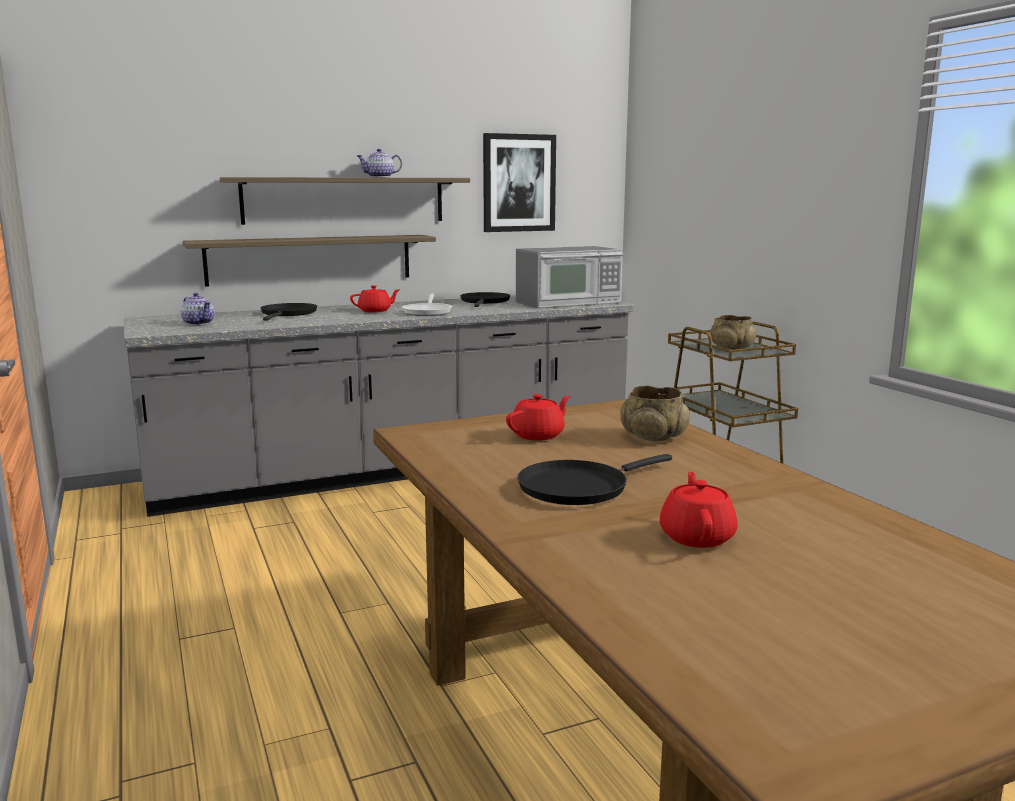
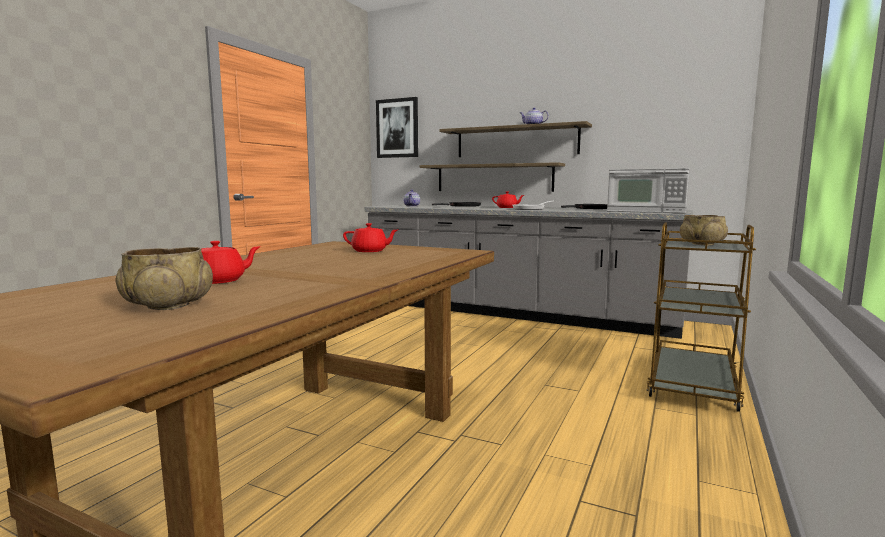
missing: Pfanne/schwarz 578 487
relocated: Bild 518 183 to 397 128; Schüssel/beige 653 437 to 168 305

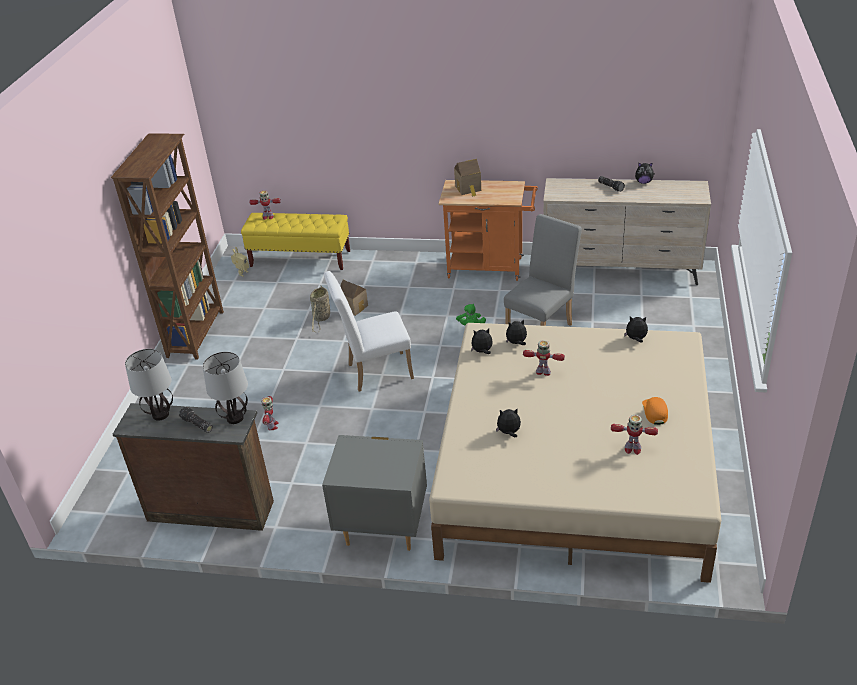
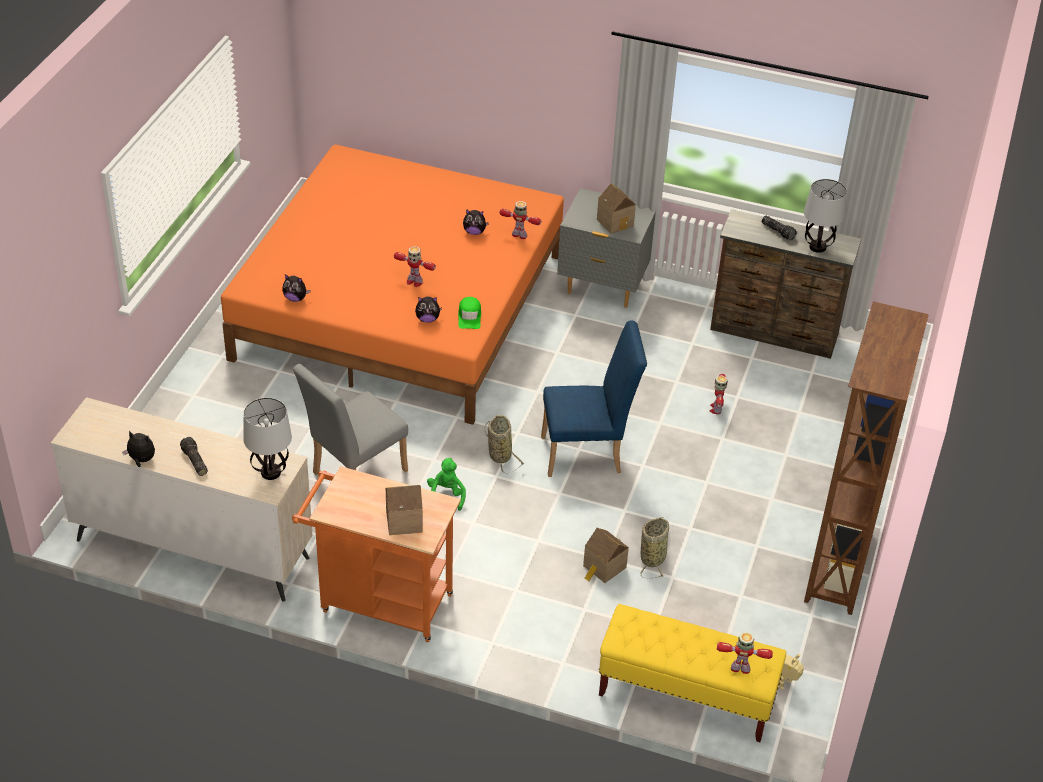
missing: Kappe/orange 655 412
appeared: Korb 499 454; Spielzeughaus 616 222
relocated: Tischlampe 235 418 to 270 472; Spielzeugroboter 632 449 to 520 235
exchanged: Plüschtier 482 351 to Kappe/grün 469 316
colour: Stuhl/weiß 374 372 to Stuhl/blau 588 454; Bett/beige 574 466 to Bett/orange 400 307

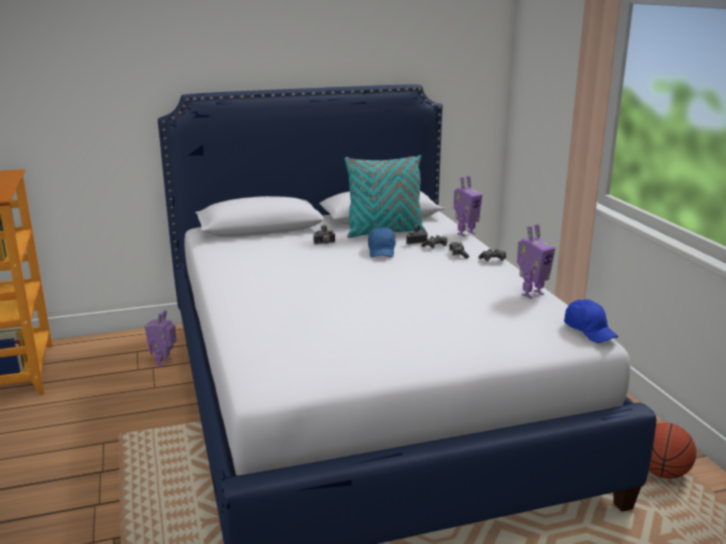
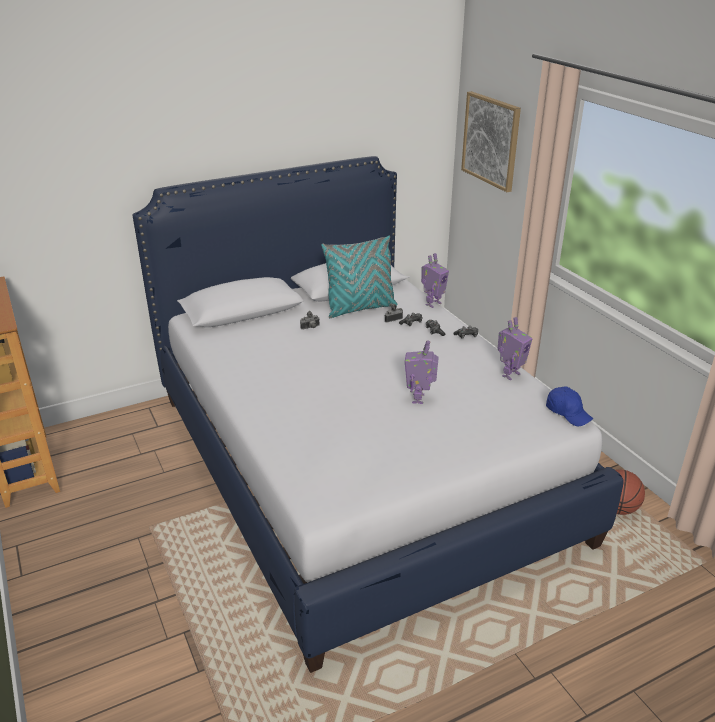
missing: Kappe/blau 381 251
appeared: Bild 491 140
relocated: Spielzeugroboter 164 362 to 419 398

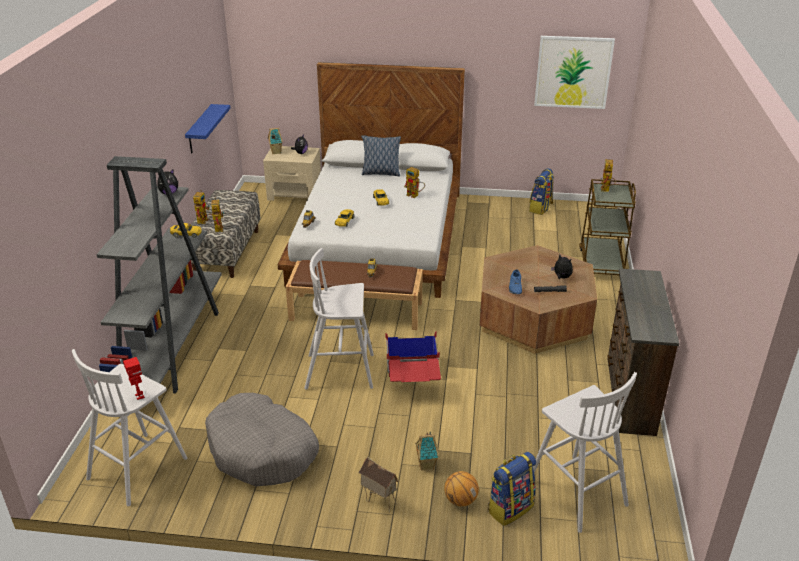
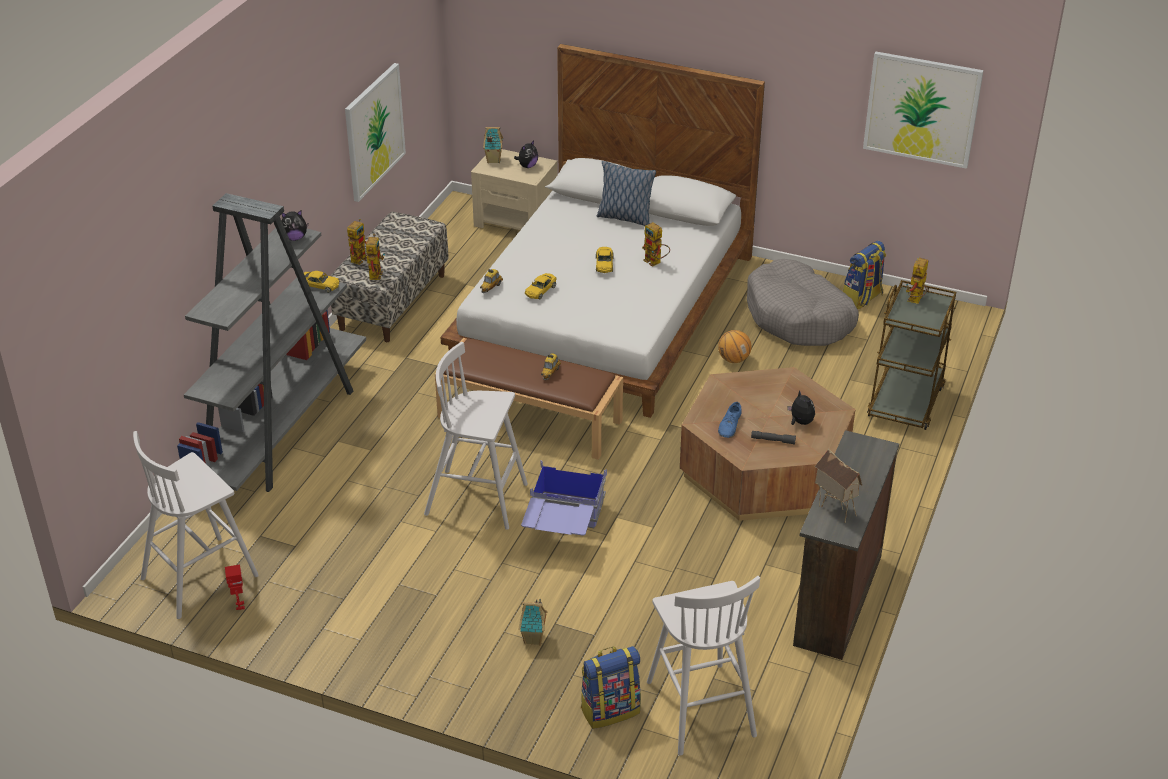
relocated: Spielzeugroboter 139 396 to 239 606; Hundebett/grau 262 451 to 799 317; Spielzeughaus 379 502 to 834 509; Basketball 460 500 to 733 359
exchanged: Wandregal/blau 199 129 to Bild 374 131
colour: Aufbewahrungsbox/rot 412 380 to Aufbewahrungsbox/blau 563 527

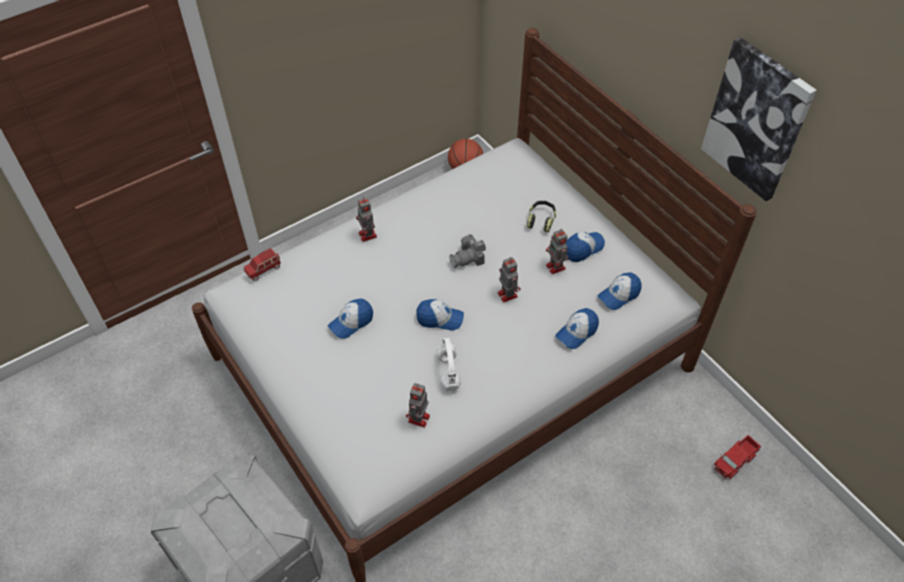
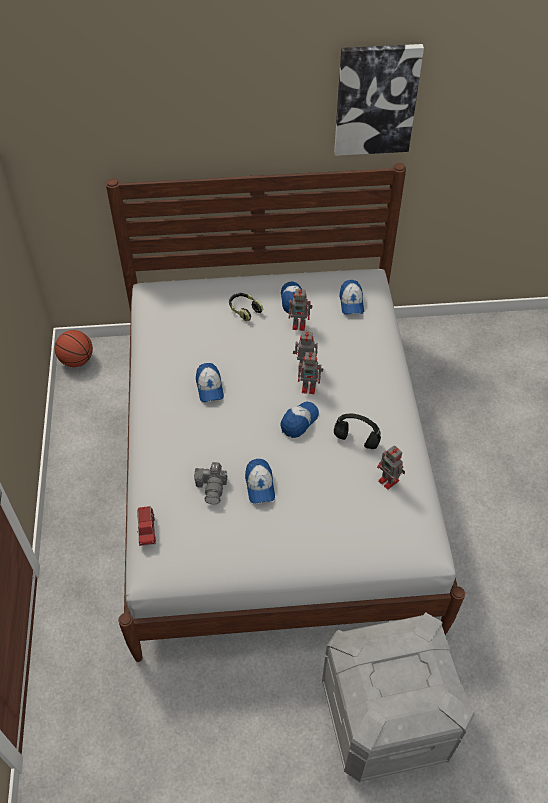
missing: Spielzeuglaster 735 460
relocated: Spielzeugroboter 368 235 to 309 387; Kamera 468 258 to 212 487; Kappe 577 332 to 209 387
colour: Kopfhörer/weiß 448 371 to Kopfhörer/schwarz 355 440

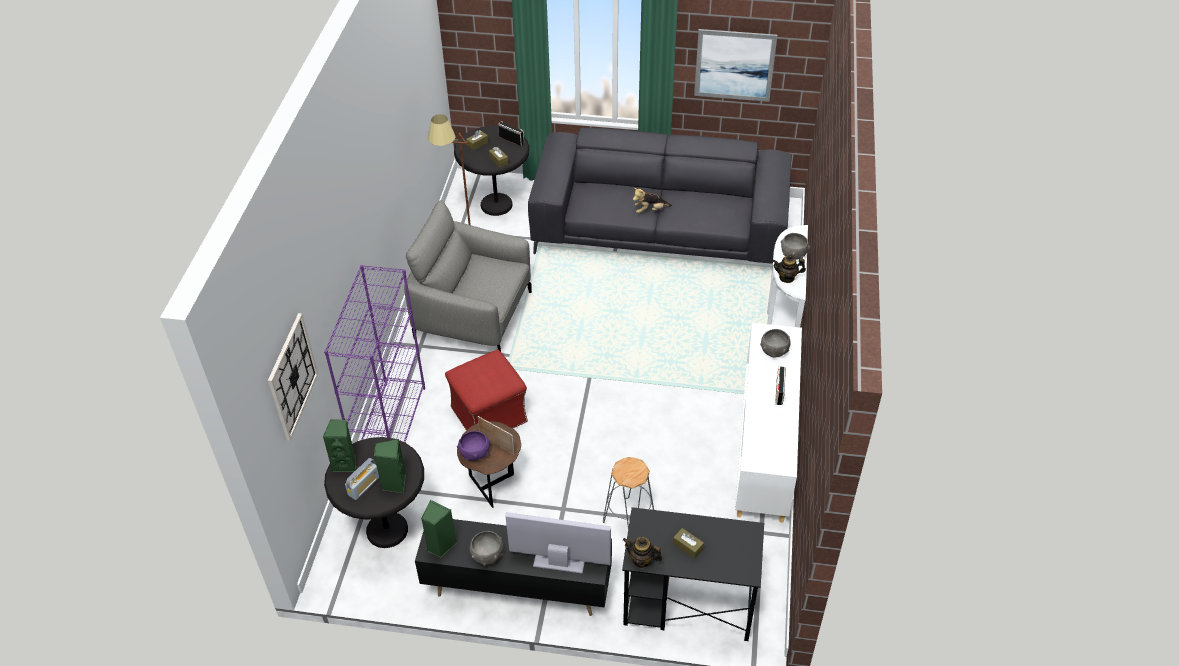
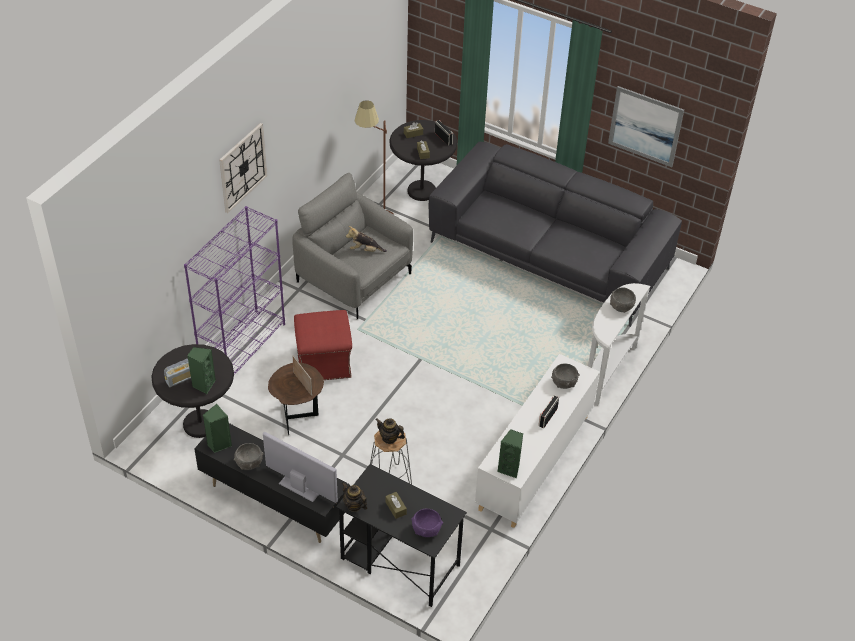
relocated: Wanduhr 292 376 to 242 167; Lautsprecher/grün 346 463 to 510 468; Schüssel/lila 474 453 to 426 530; Plüschtier 650 210 to 365 250; Teekanne 787 277 to 389 438

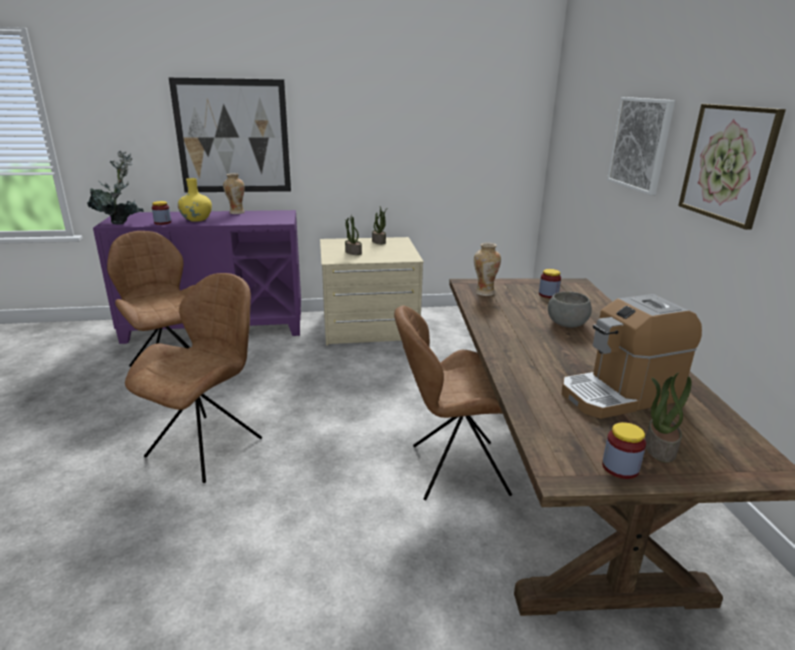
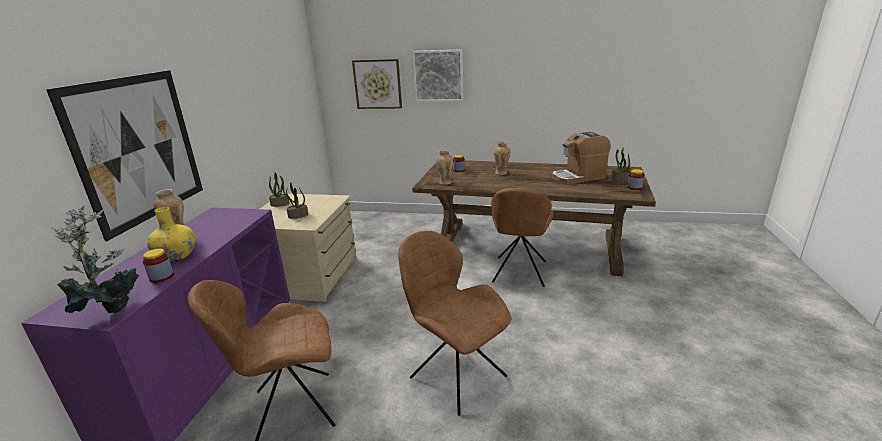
relocated: Bild 728 163 to 377 84
exchanged: Schüssel/grau 567 324 to Vase 501 173
spun: Kaffeemaschine 620 394 = 578 177 75 degrees clockwise

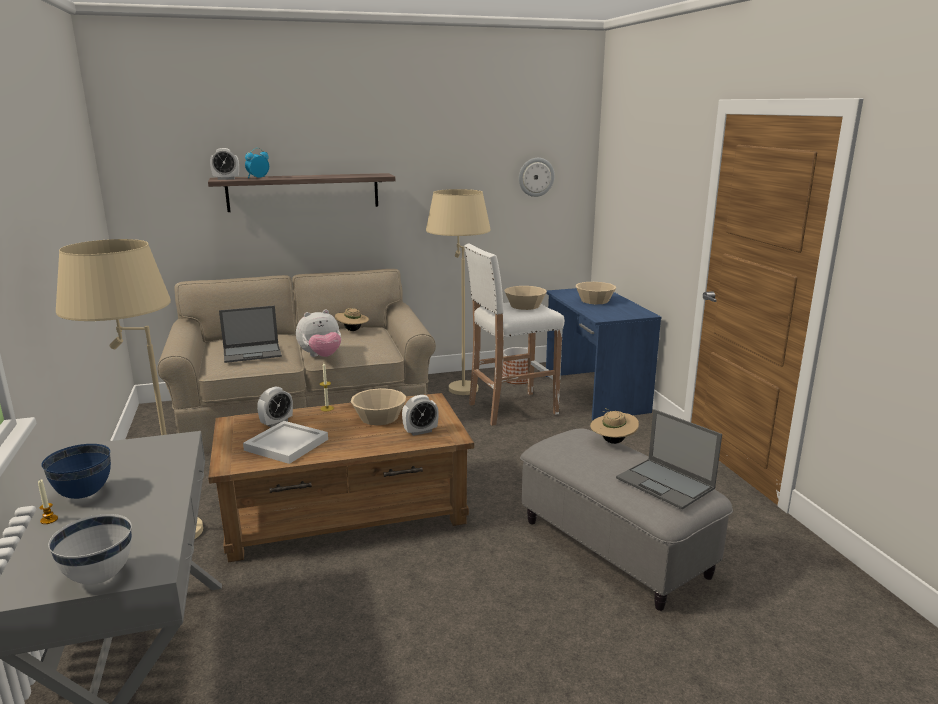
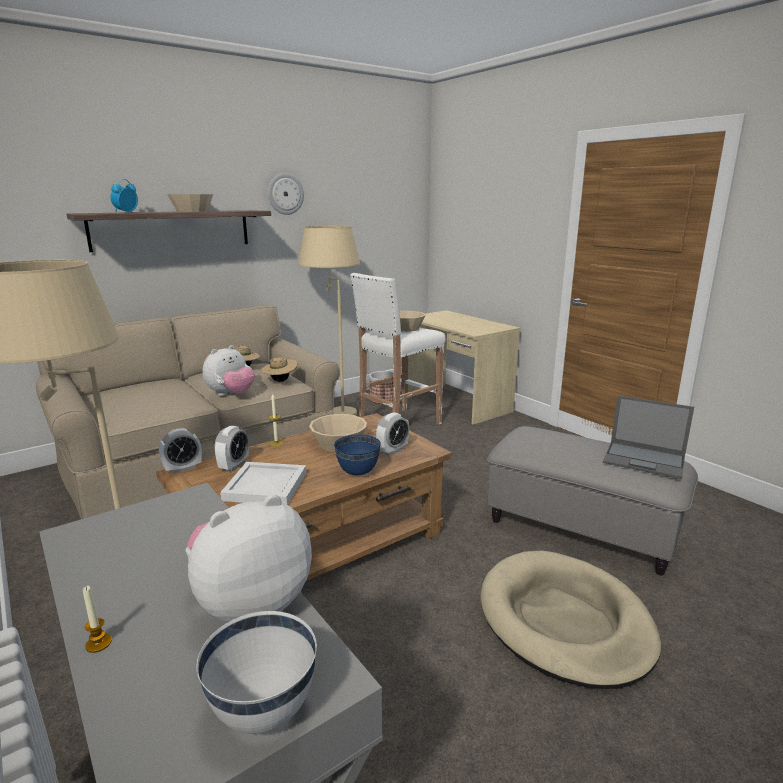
missing: Laptop 253 353
appeared: Plüschtier 251 603; Hundebett/beige 564 621
relocated: Schüssel/blau 84 494 to 358 472; Wecker 226 179 to 183 468; Wanduhr 536 177 to 285 194; Schüssel/beige 594 300 to 192 211; Hut/beige 612 441 to 280 381
colour: Schreibtisch/blau 594 393 to Schreibtisch/beige 456 403

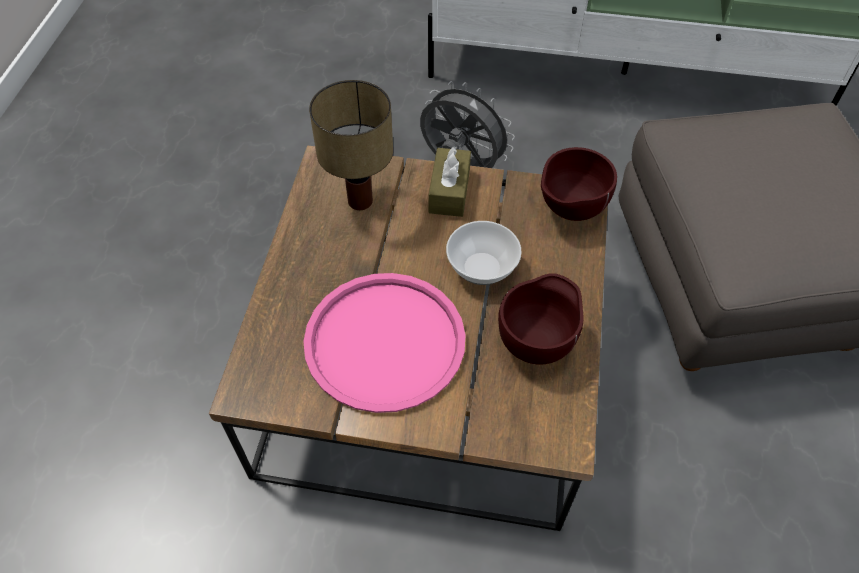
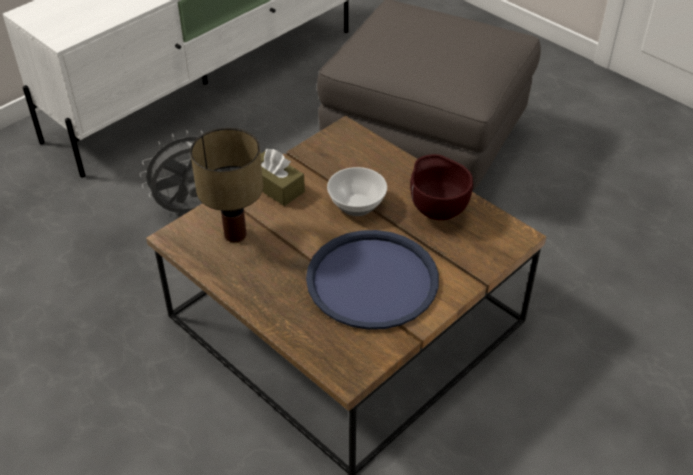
missing: Schüssel/braun 569 212
colour: Tablett/rosa 385 342 to Tablett/blau 372 280

